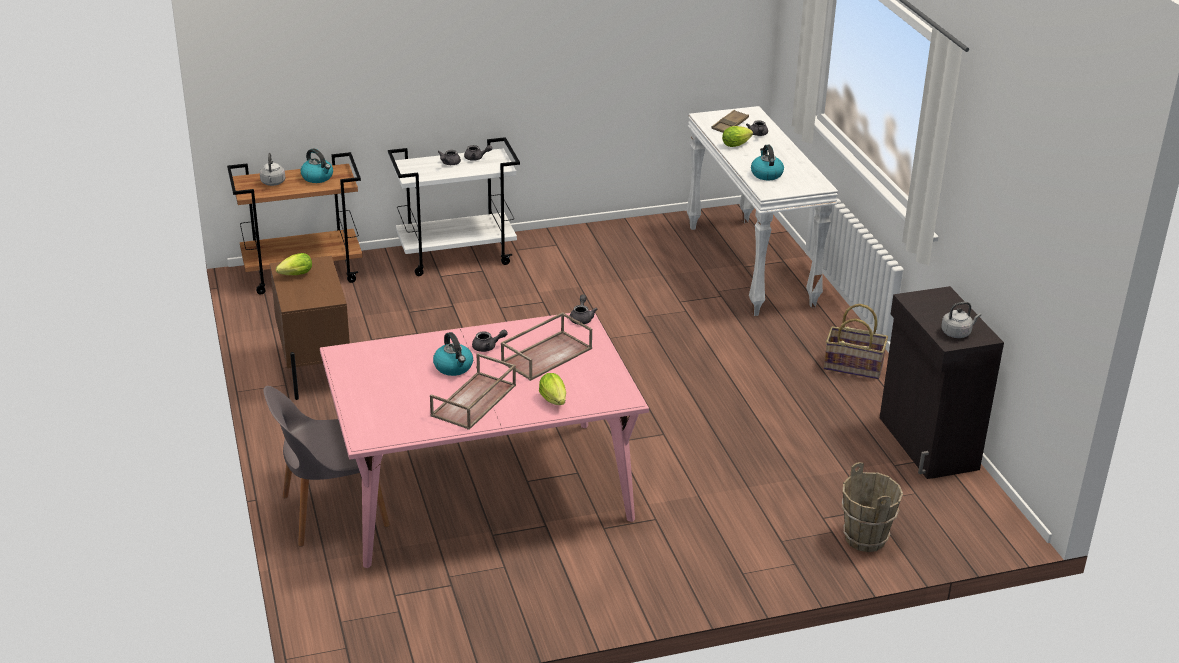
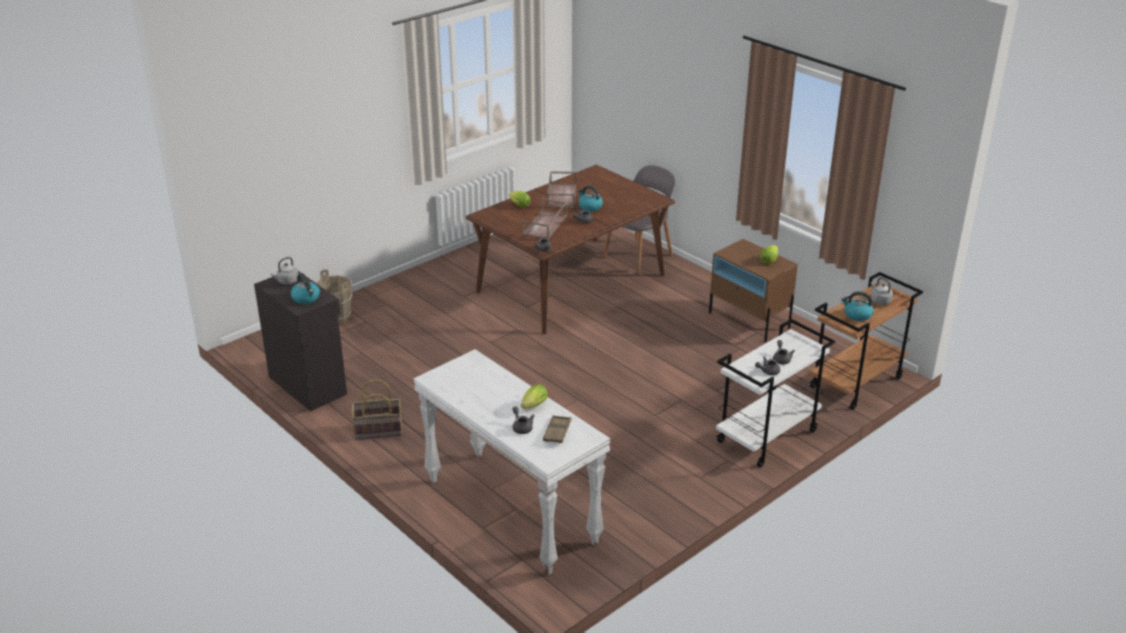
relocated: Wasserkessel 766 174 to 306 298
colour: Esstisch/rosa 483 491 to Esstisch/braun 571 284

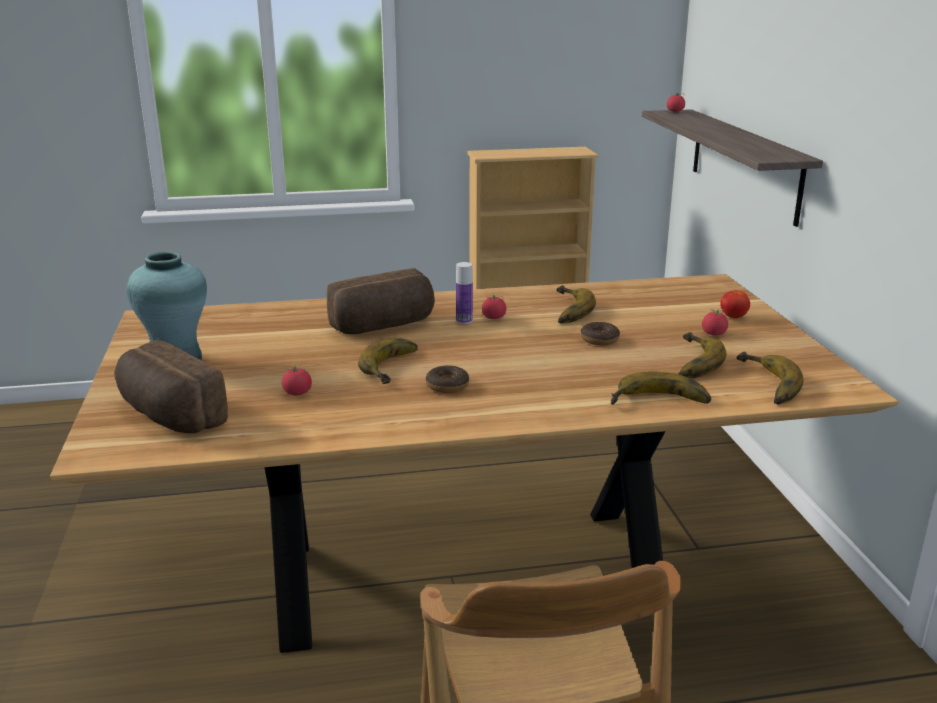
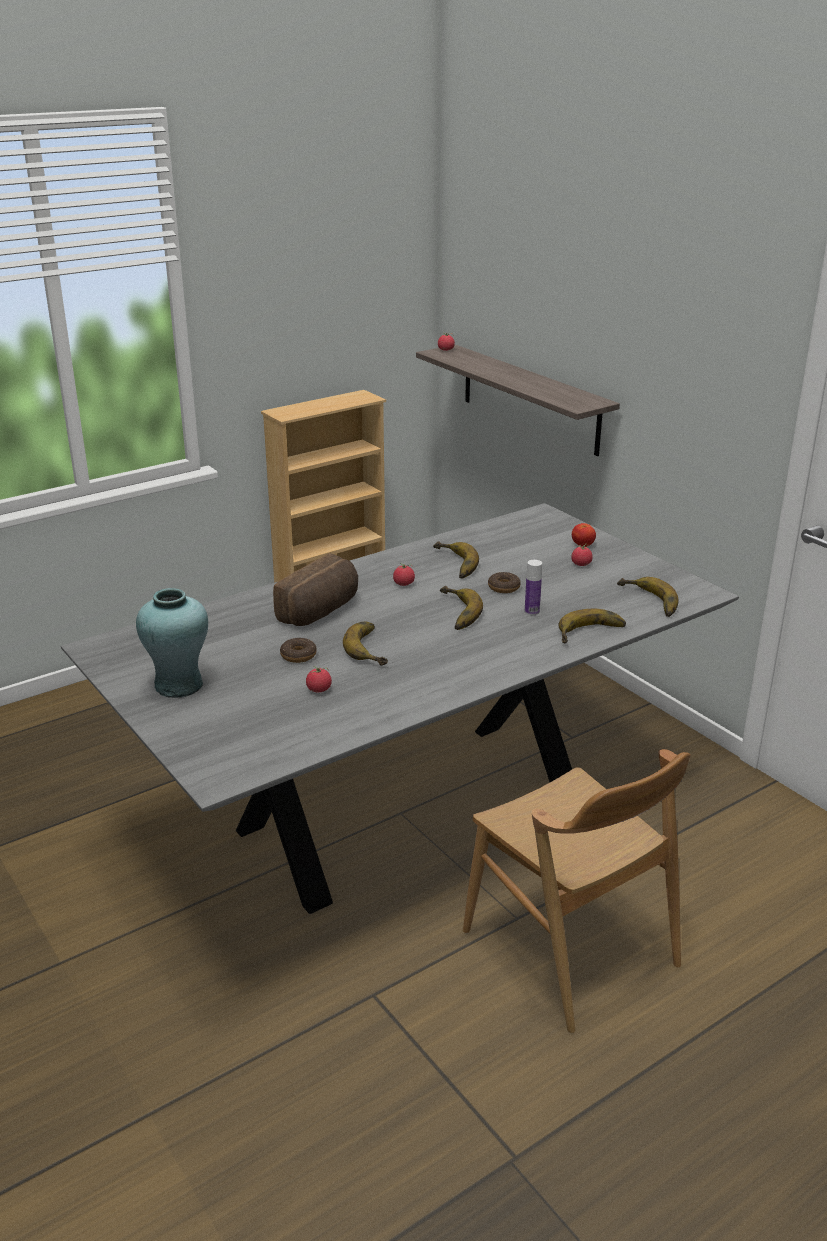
missing: Brot 168 415
relocated: Donut 447 386 to 298 655; Flasche 464 321 to 532 611; Banane 689 362 to 454 613
colour: Esstisch/braun 468 575 to Esstisch/grau 413 808

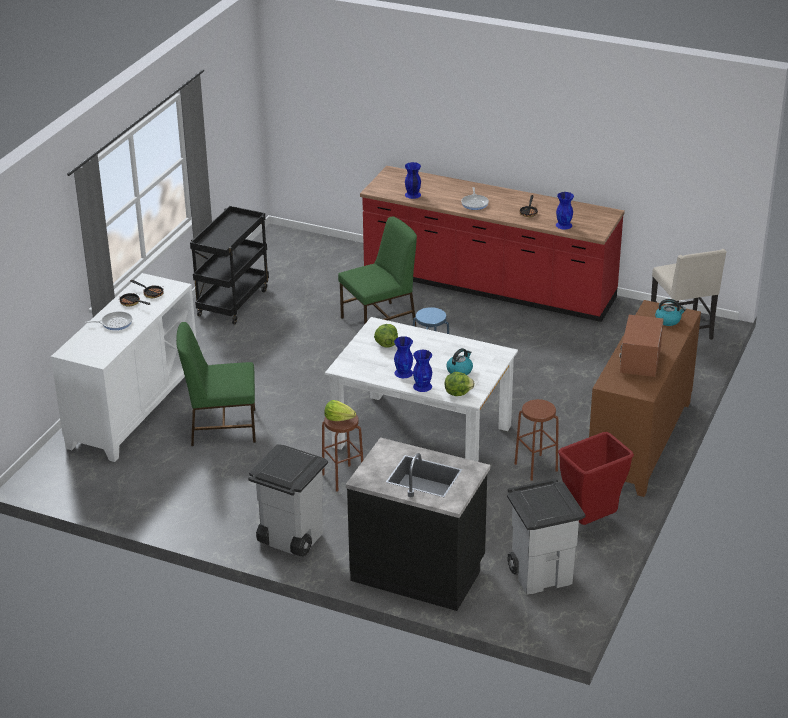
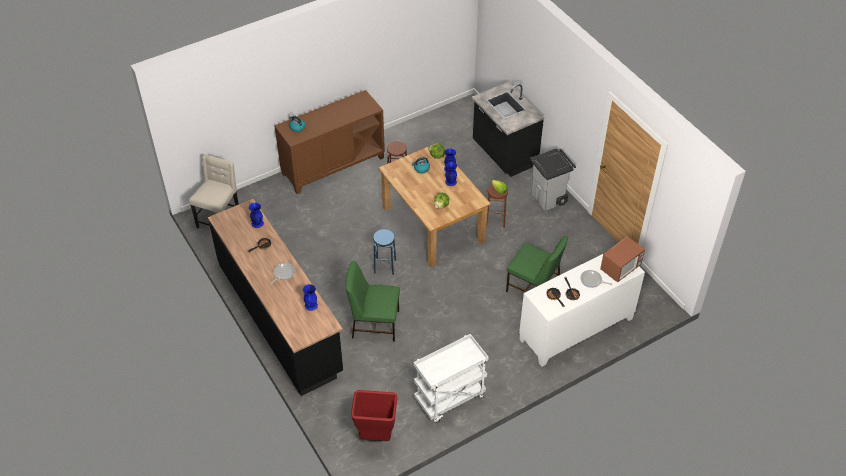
missing: Mülleimer/grau 541 574
relocated: Mülleimer/rot 590 521 to 375 437; Mikrowelle 639 363 to 620 268
colour: Rollwagen/schwarz 233 302 to Rollwagen/weiß 449 399; Esstisch/weiß 423 436 to Esstisch/braun 432 224; Küchenzeile/rot 488 287 to Küchenzeile/schwarz 280 317

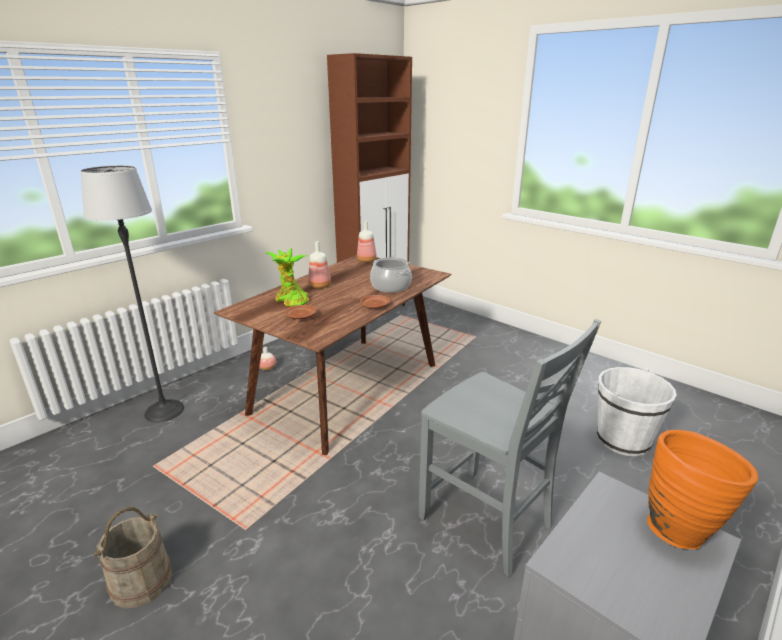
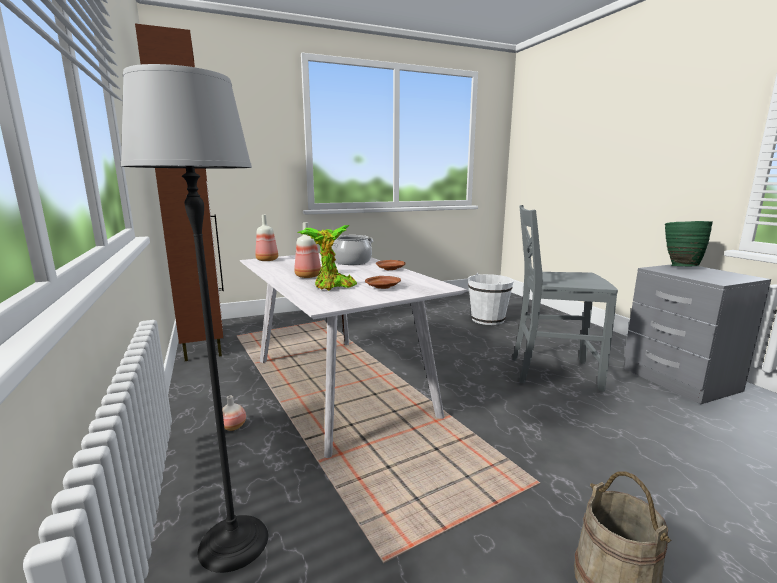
colour: Esstisch/braun 348 389 to Esstisch/weiß 341 386; Vase/orange 680 528 to Vase/grün 680 266
spun: Stuhl/grau 488 523 = 551 372 150 degrees counterclockwise

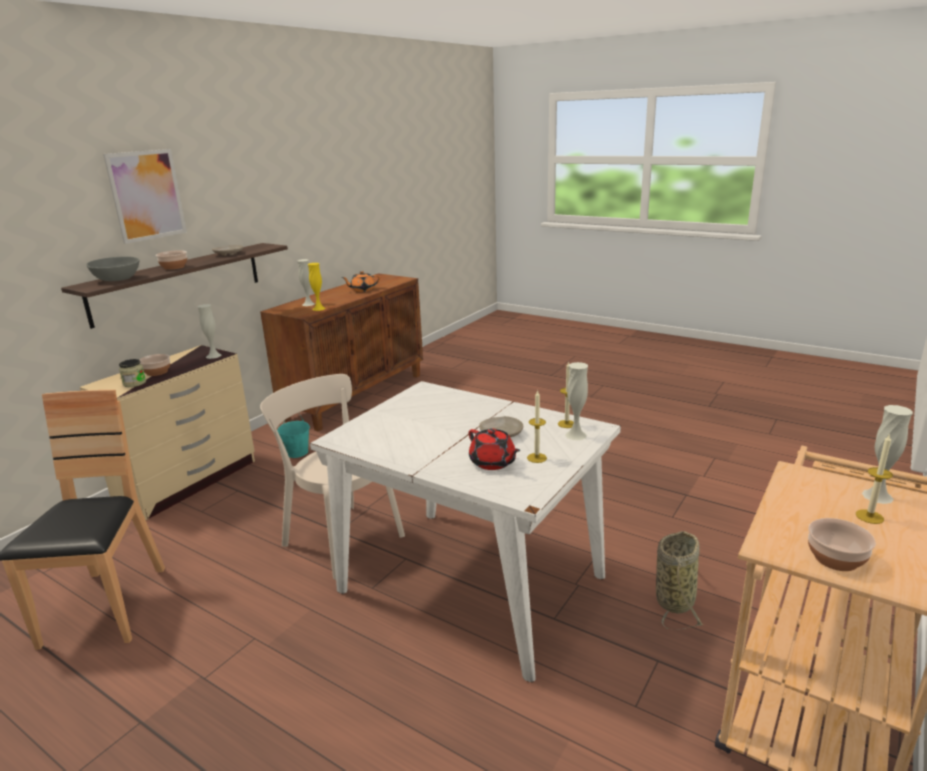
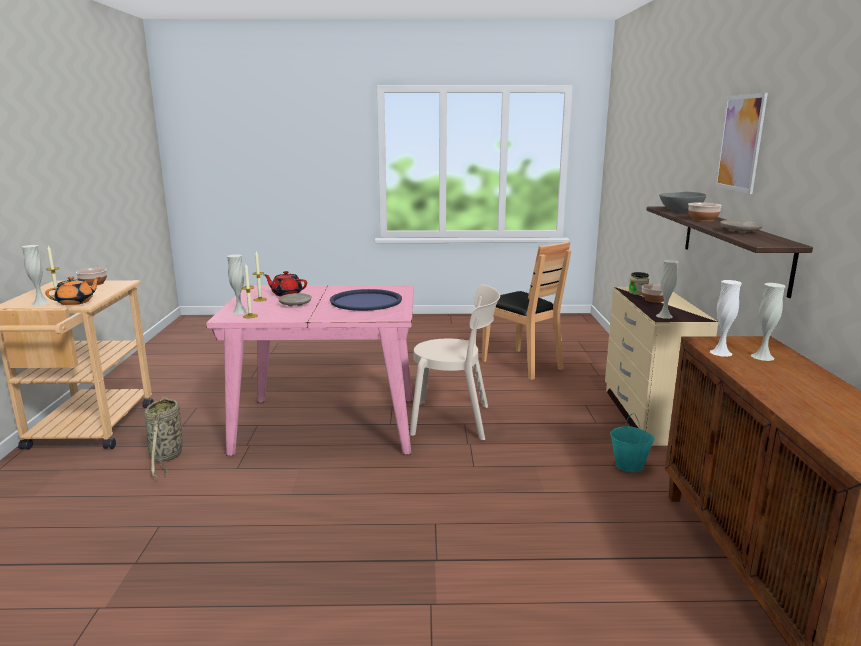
appeared: Tablett/blau 366 301
relocated: Teekanne/orange 362 290 to 76 302
colour: Vase/gelb 319 309 to Vase/weiß 721 352; Esstisch/weiß 473 584 to Esstisch/rosa 326 425

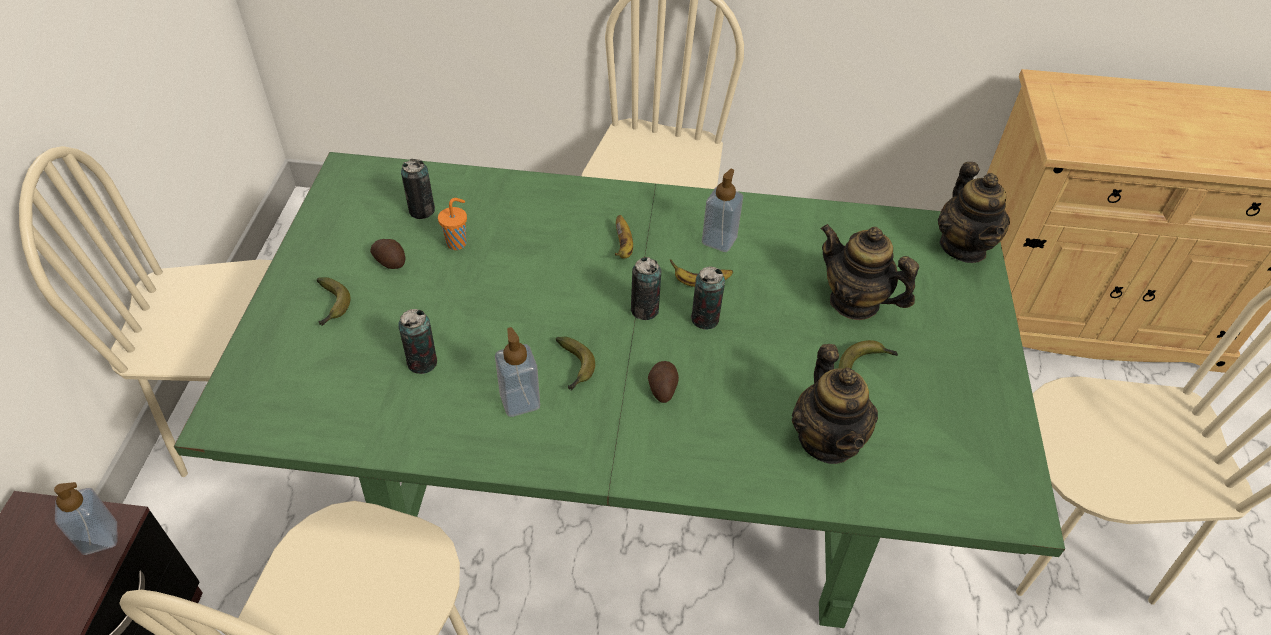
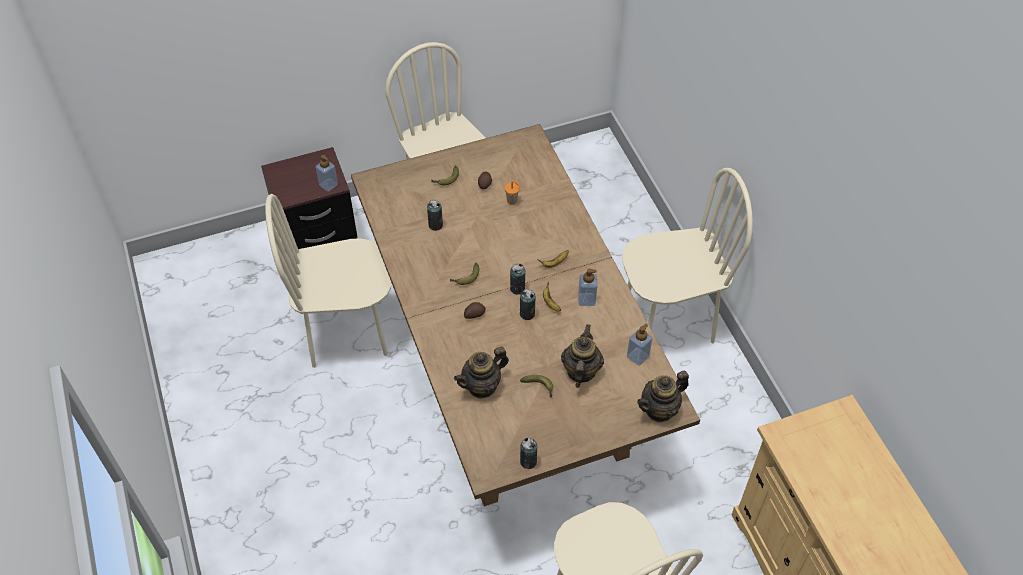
relocated: Dose 422 210 to 528 462; Seifenspender 520 401 to 637 356
colour: Esstisch/grün 631 483 to Esstisch/braun 512 377

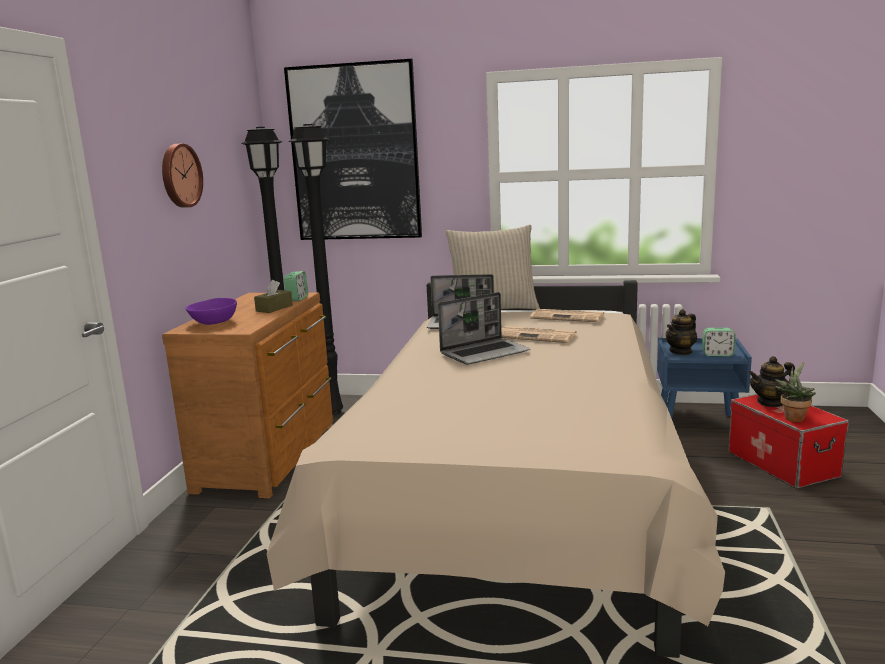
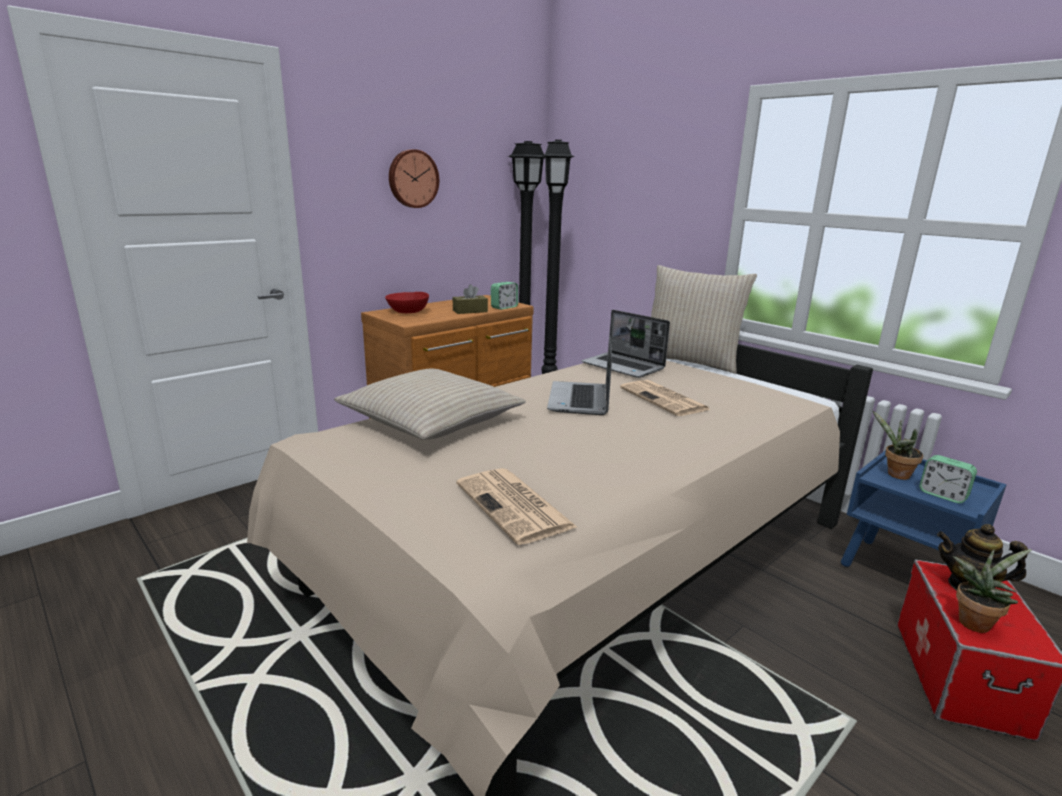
missing: Bild 355 153
appeared: Kissen/beige 431 420
relocated: Zeitung 568 317 to 515 506
exchanged: Teekanne 681 351 to Topfpflanze 894 474
colour: Schüssel/lila 213 322 to Schüssel/rot 408 312
spun: Laptop 485 353 = 580 400 90 degrees clockwise

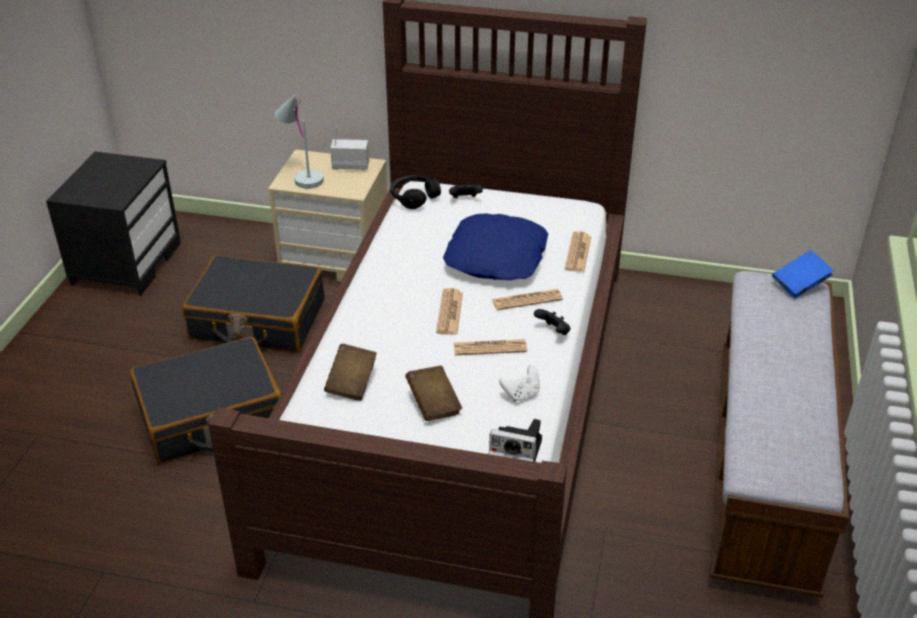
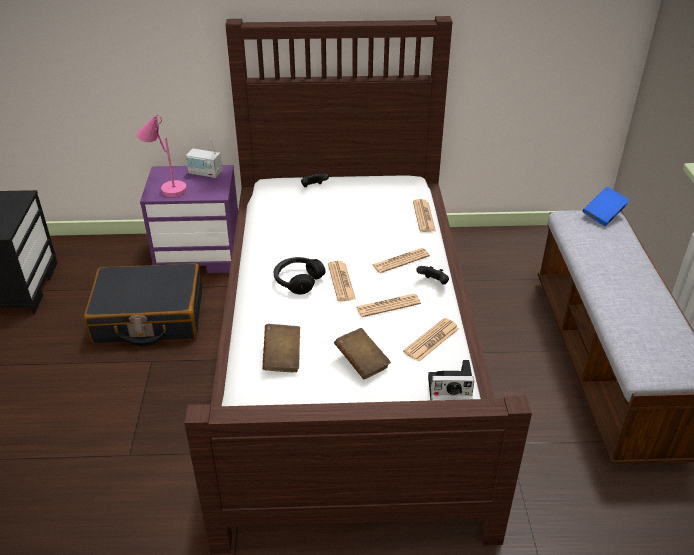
missing: Koffer/schwarz 211 416; Kissen/blau 497 257
relocated: Kopfhörer/schwarz 414 197 to 298 281
exchanged: Gamepad/weiß 521 394 to Zeitung 431 340
colour: Nachttisch/beige 337 257 to Nachttisch/lila 200 253; Tischlampe/weiß 301 175 to Tischlampe/rosa 165 187
spun: Radio 350 166 = 205 173 150 degrees counterclockwise

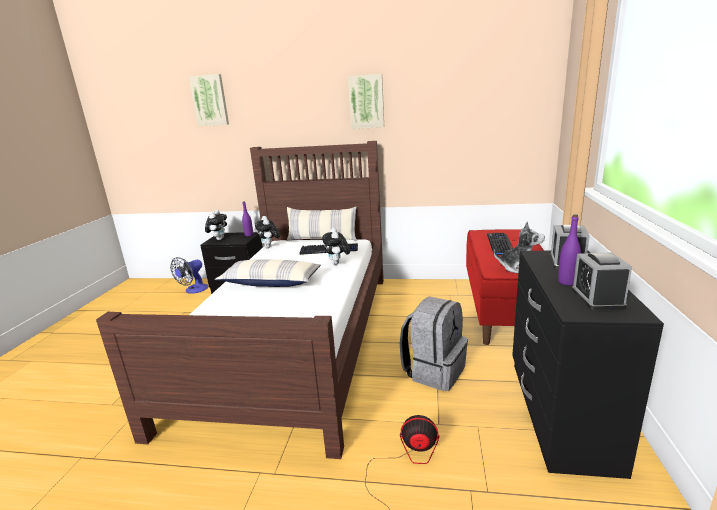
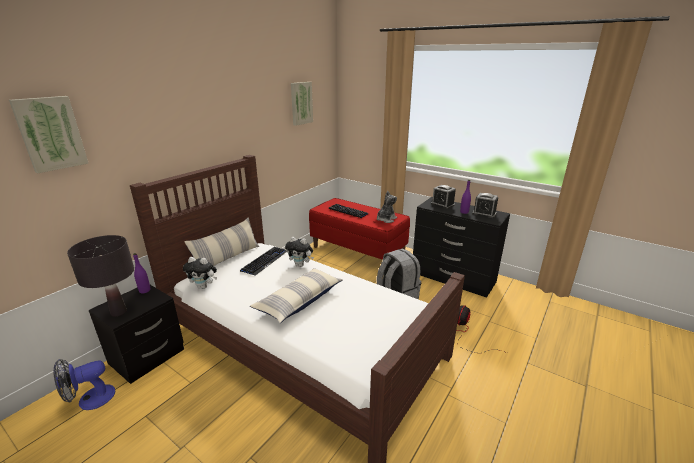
relocated: Bild 366 102 to 301 103
exchanged: Plüschtier 219 239 to Tischlampe/schwarz 118 312
spun: Ventilator 193 290 = 90 400 90 degrees clockwise

